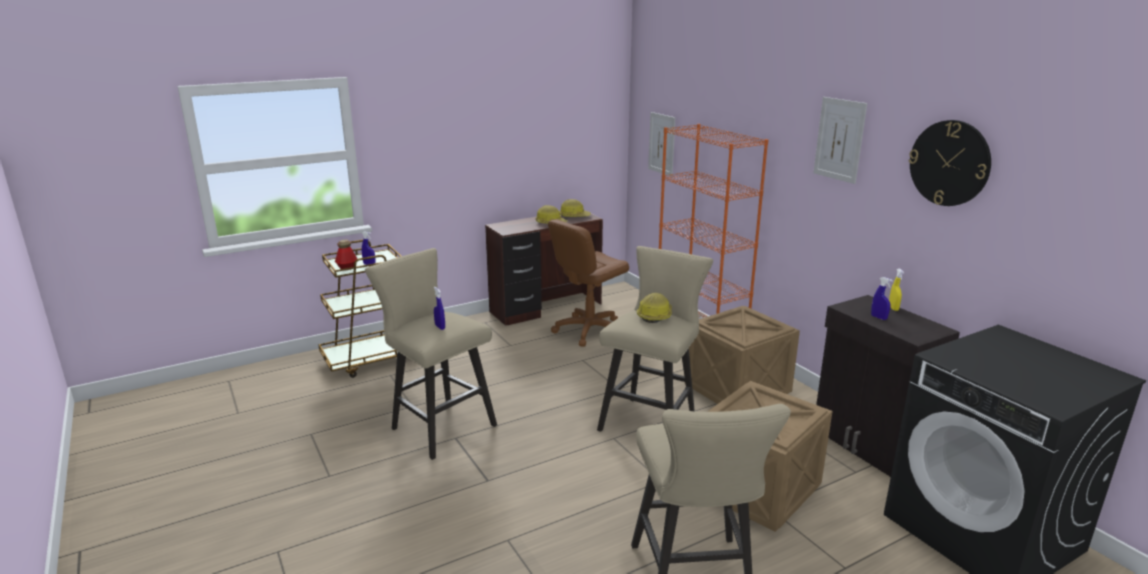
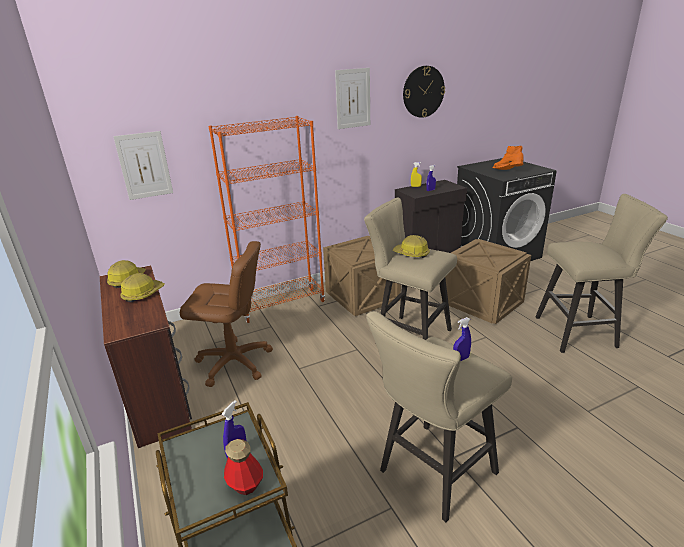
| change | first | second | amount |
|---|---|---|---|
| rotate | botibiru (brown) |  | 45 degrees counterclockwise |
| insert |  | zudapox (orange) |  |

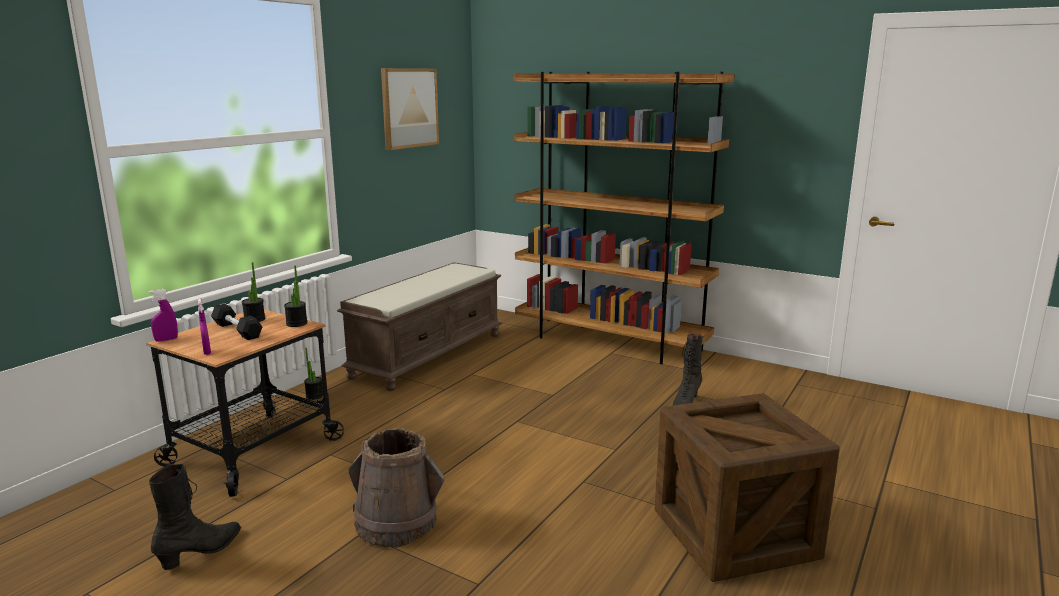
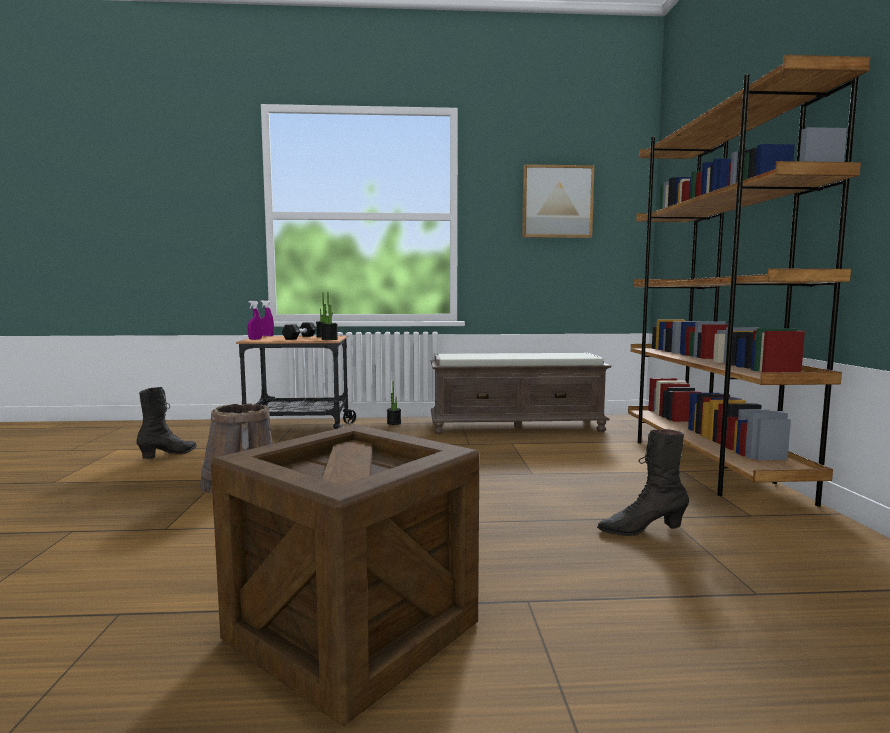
| change | first | second | amount |
|---|---|---|---|
| rotate | zudapox (black) (1st from left) |  | 60 degrees counterclockwise |

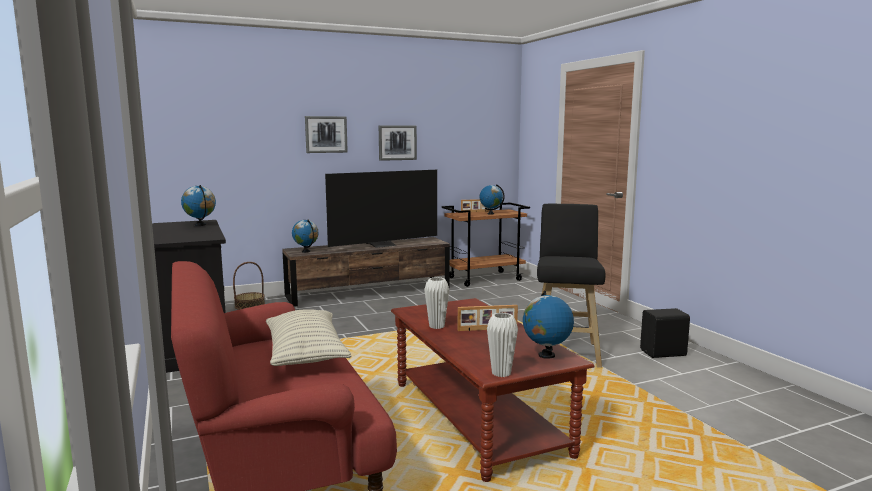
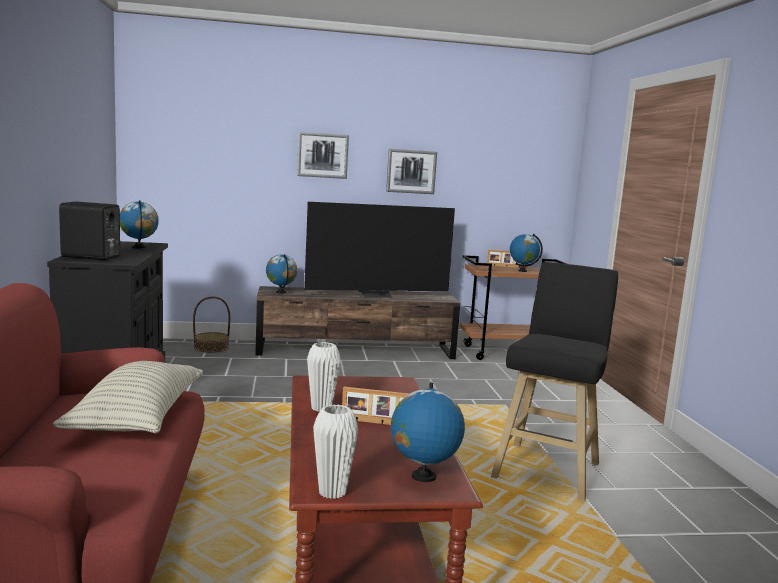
| change | first | second | amount |
|---|---|---|---|
| move | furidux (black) |  |  |

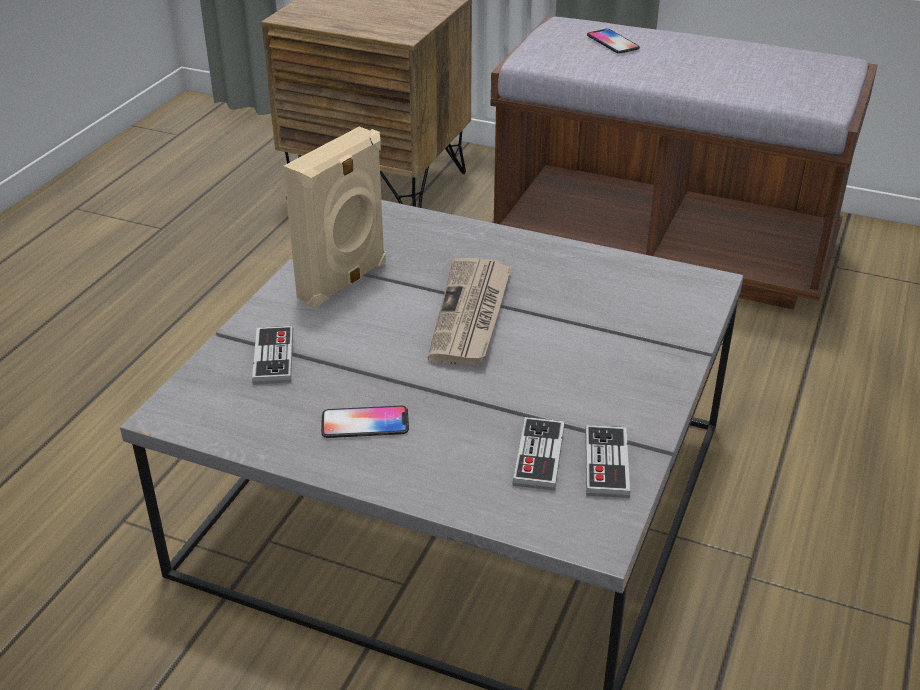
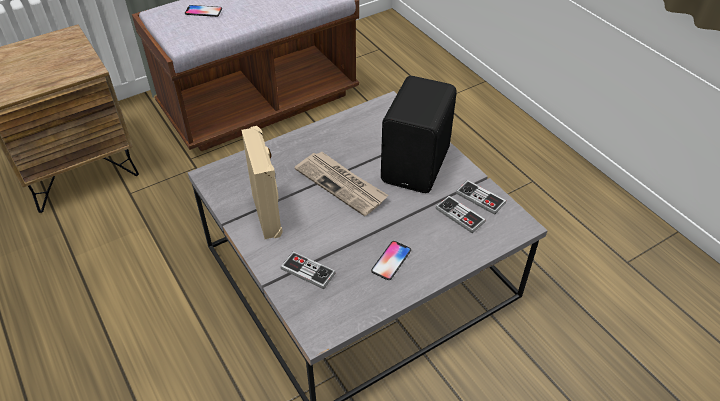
| change | first | second | amount |
|---|---|---|---|
| insert |  | furidux (black) |  |

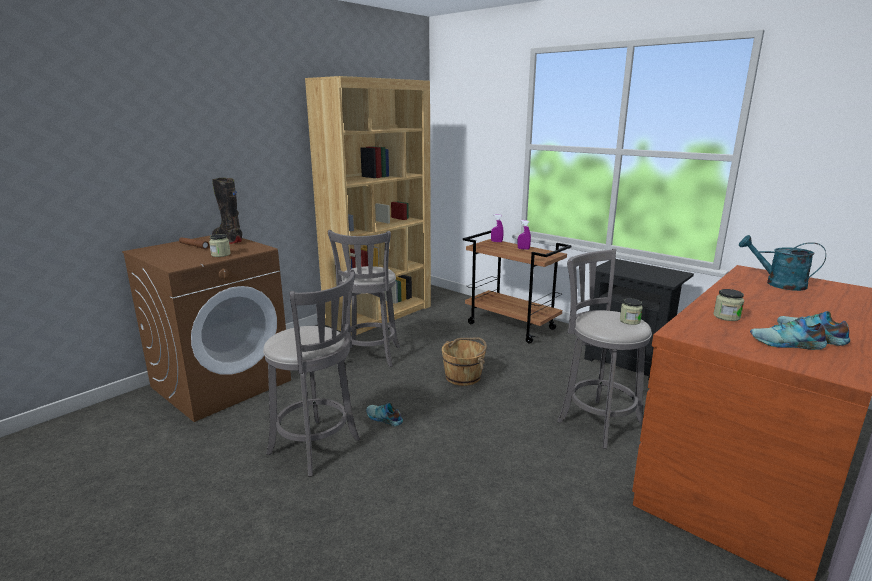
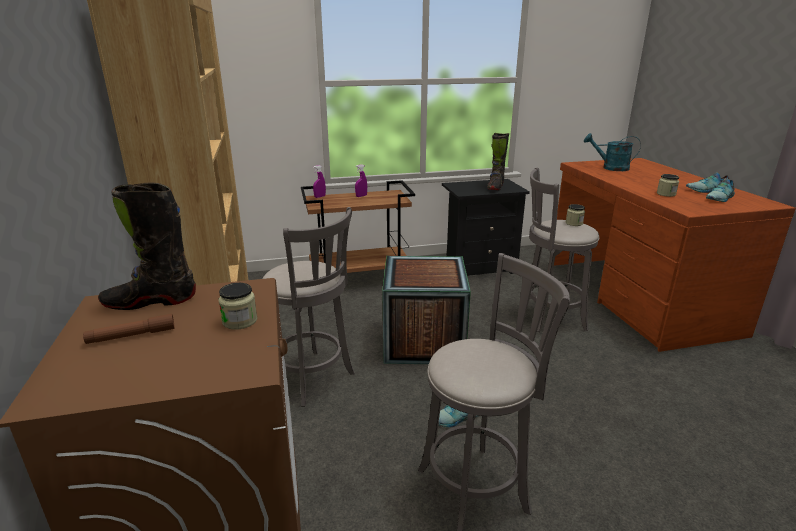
| change | first | second | amount |
|---|---|---|---|
| replace | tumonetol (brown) | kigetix |  |
| rotate | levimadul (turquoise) |  | 45 degrees clockwise |
| insert |  | zudapox (black) (2nd from left) |  |

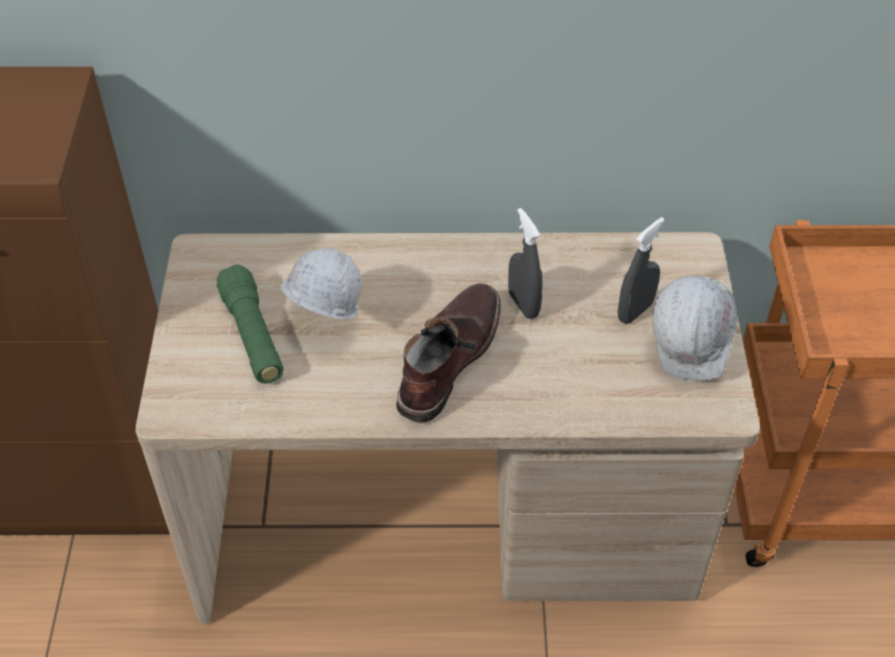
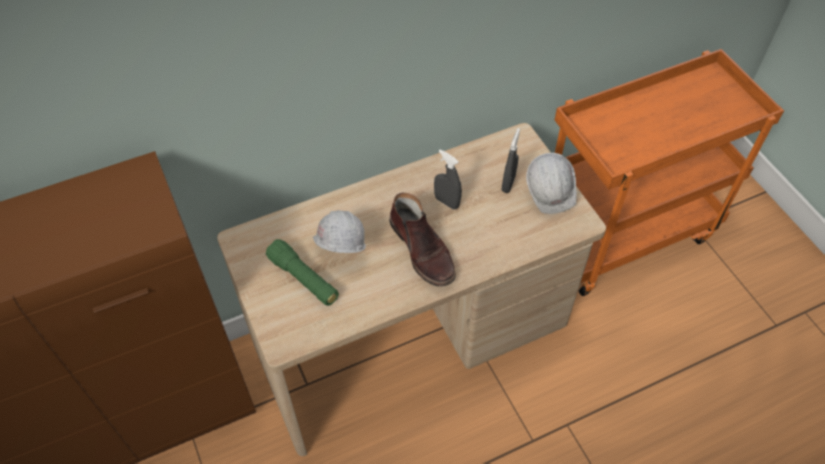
| change | first | second | amount |
|---|---|---|---|
| rotate | zudapox (brown) |  | 150 degrees clockwise |

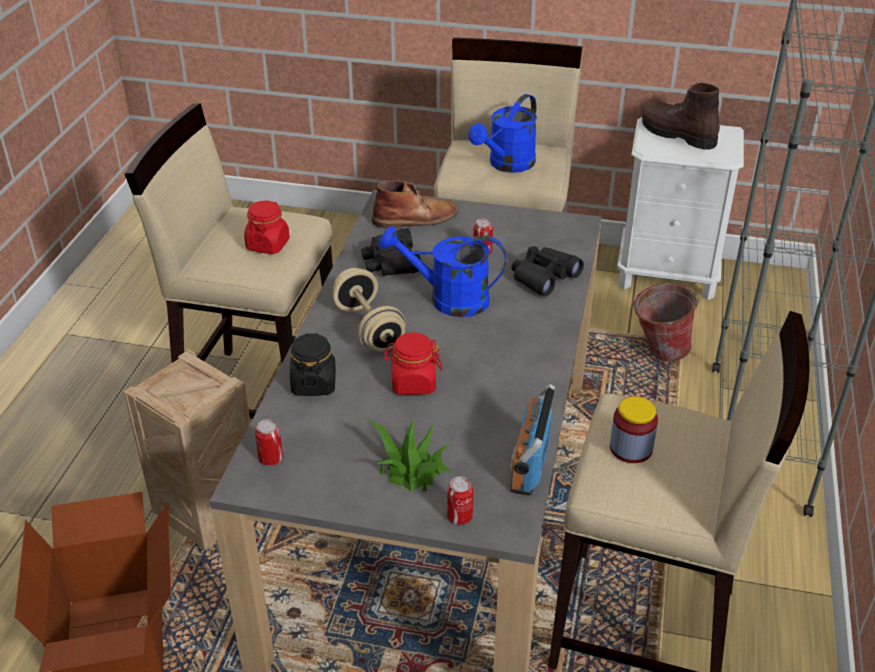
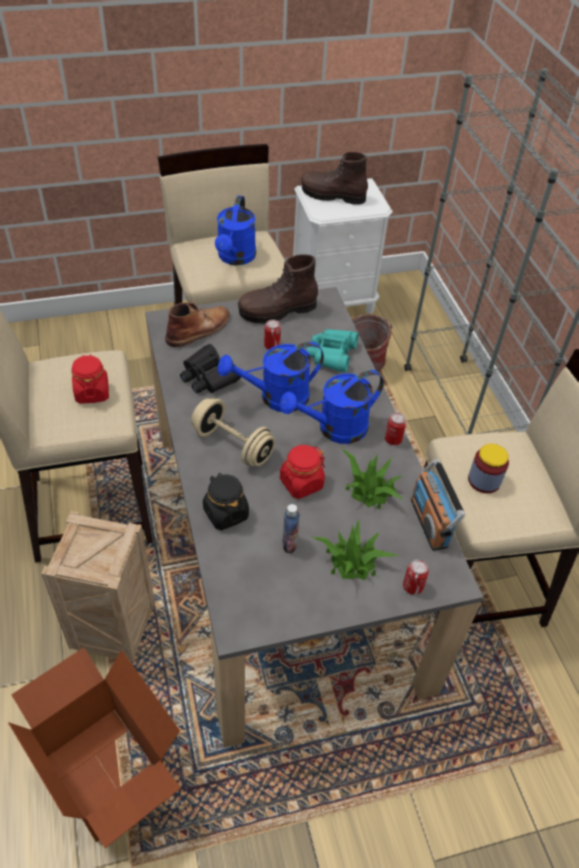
| change | first | second | amount |
|---|---|---|---|
| move | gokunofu (1st from left in the first image) | gokunofu (2nd from left) |  |
| recolor | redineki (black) (2nd from left) | redineki (turquoise) |  |
| insert |  | zudapox (brown) (2nd from left) |  |
| insert |  | levimadul (blue) (3rd from left) |  |
| insert |  | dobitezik |  |
| insert |  | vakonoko (2nd from left) |  |

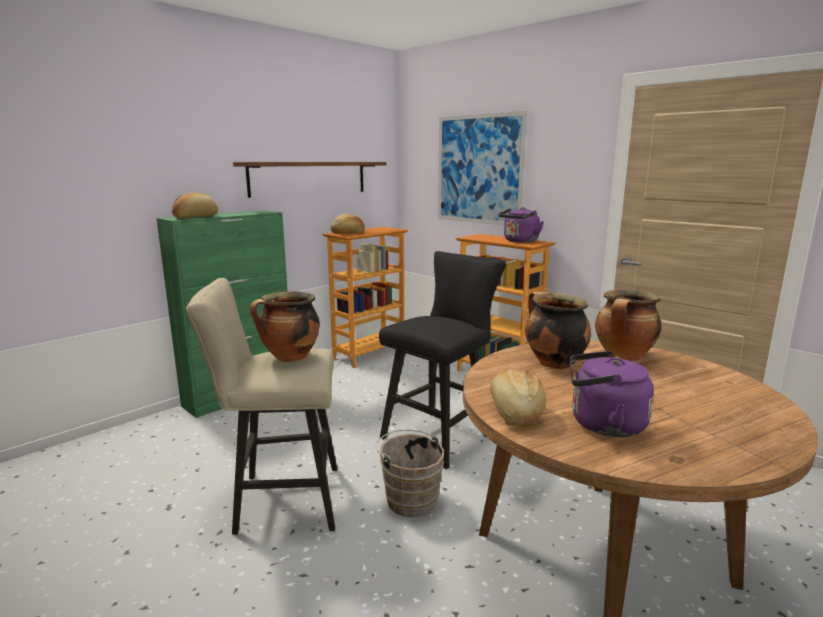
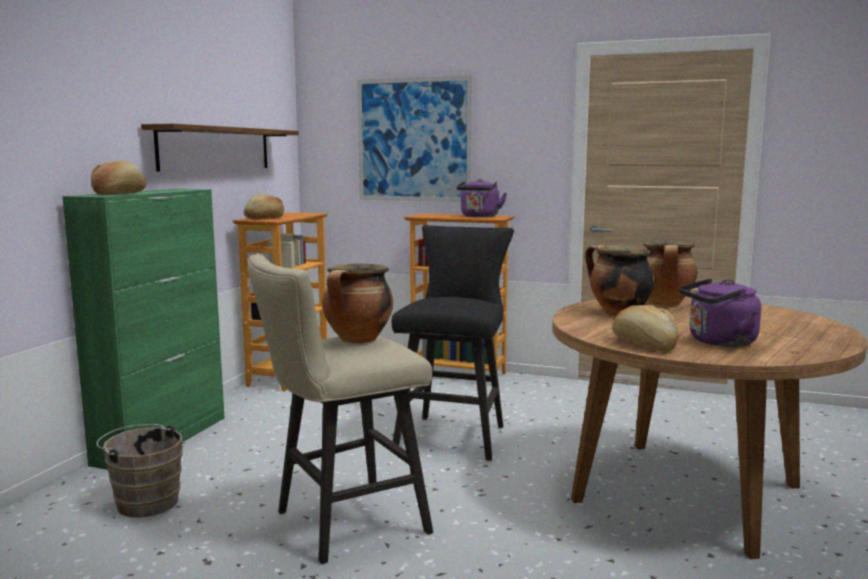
| change | first | second | amount |
|---|---|---|---|
| move | tumonetol (brown) |  |  |

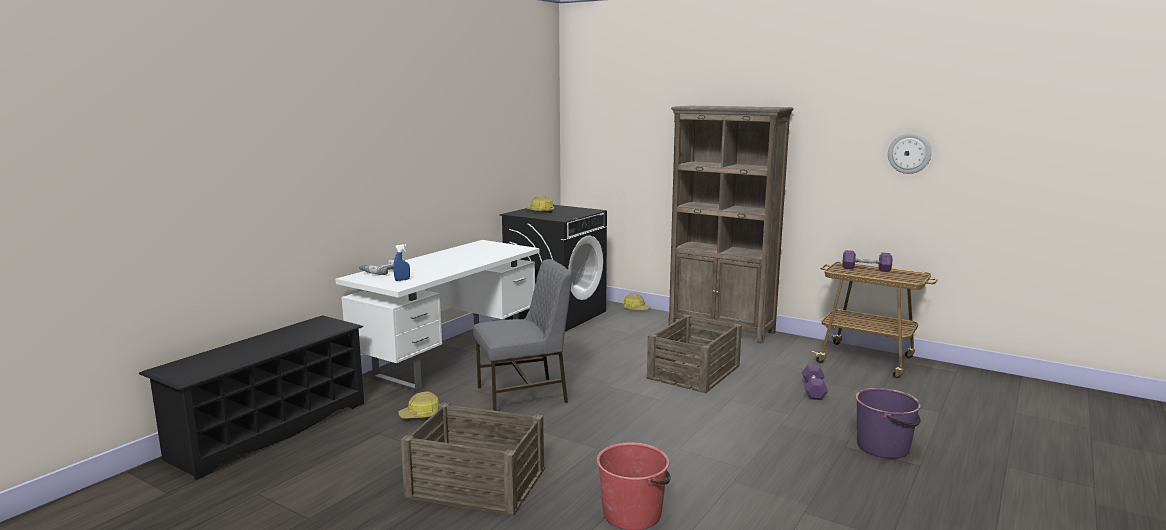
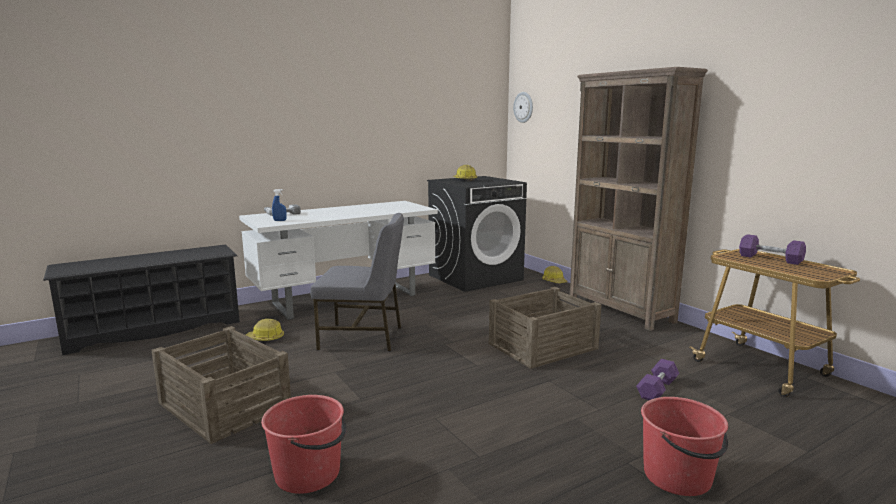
| change | first | second | amount |
|---|---|---|---|
| recolor | tumonetol (purple) | tumonetol (red) (2nd from left) |  |
| move | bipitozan |  |  |

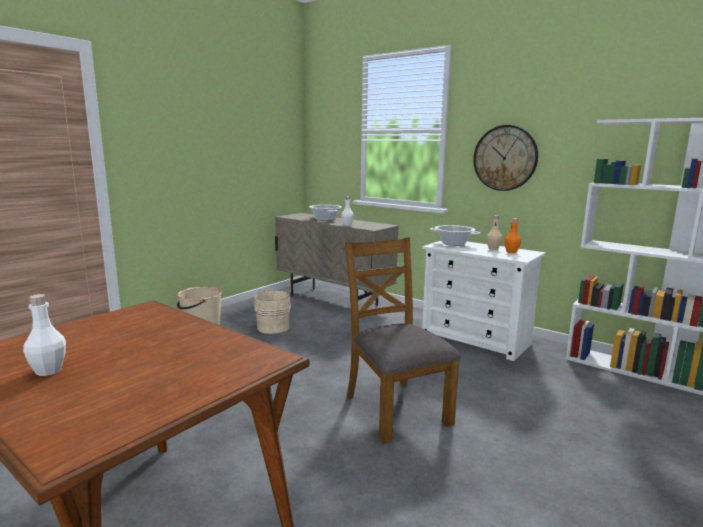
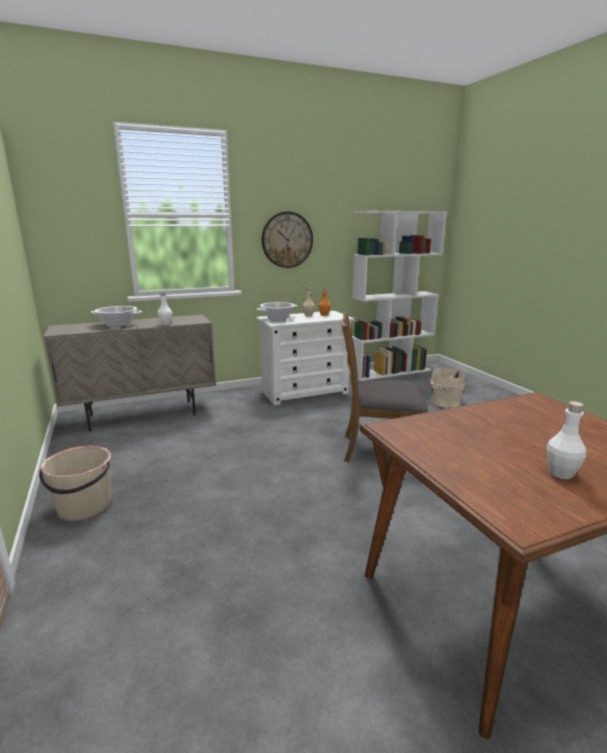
| change | first | second | amount |
|---|---|---|---|
| move | tumonetol (beige) (2nd from left) |  |  |

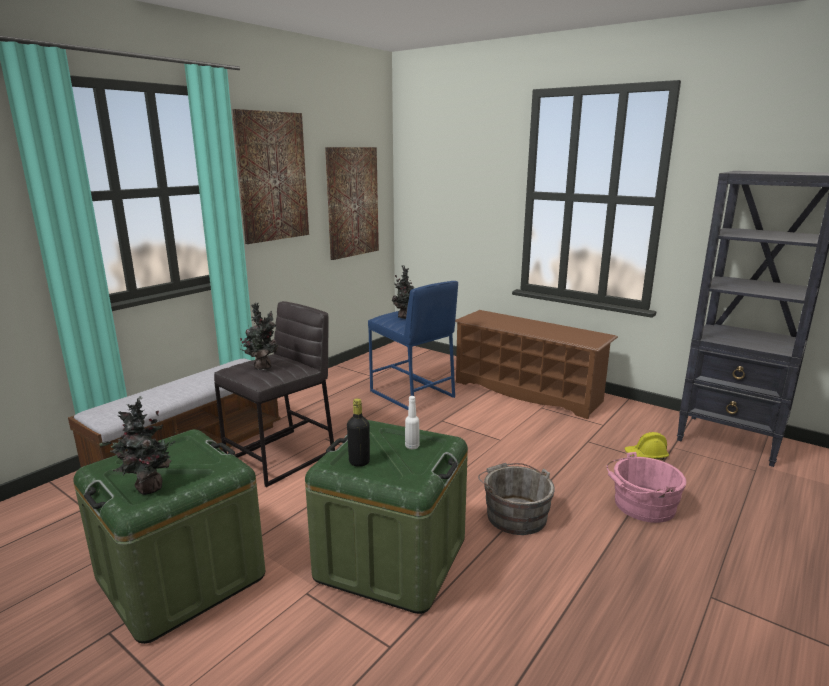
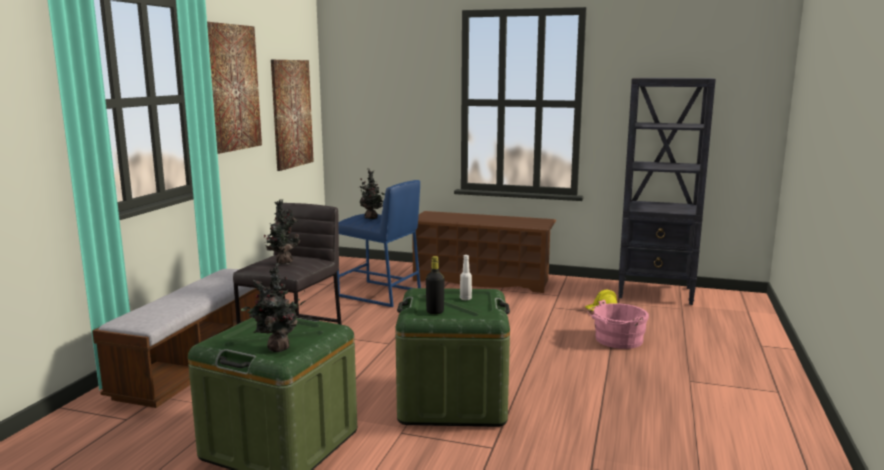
| change | first | second | amount |
|---|---|---|---|
| delete | tumonetol (grey) |  |  |

